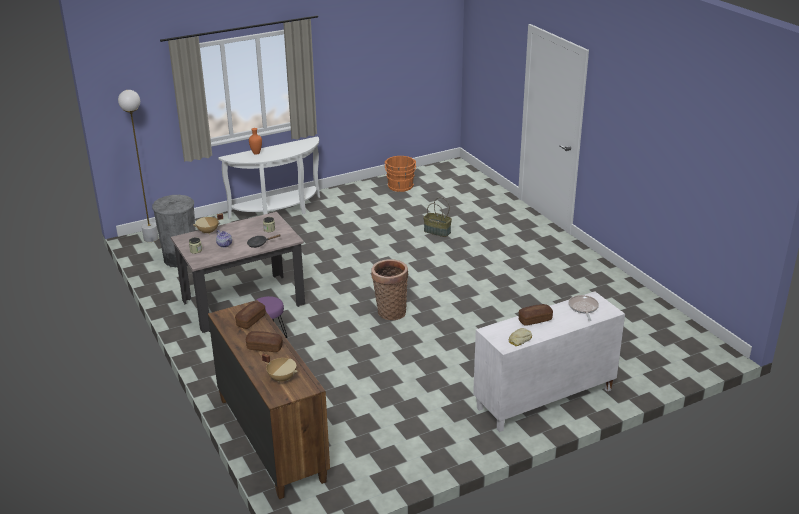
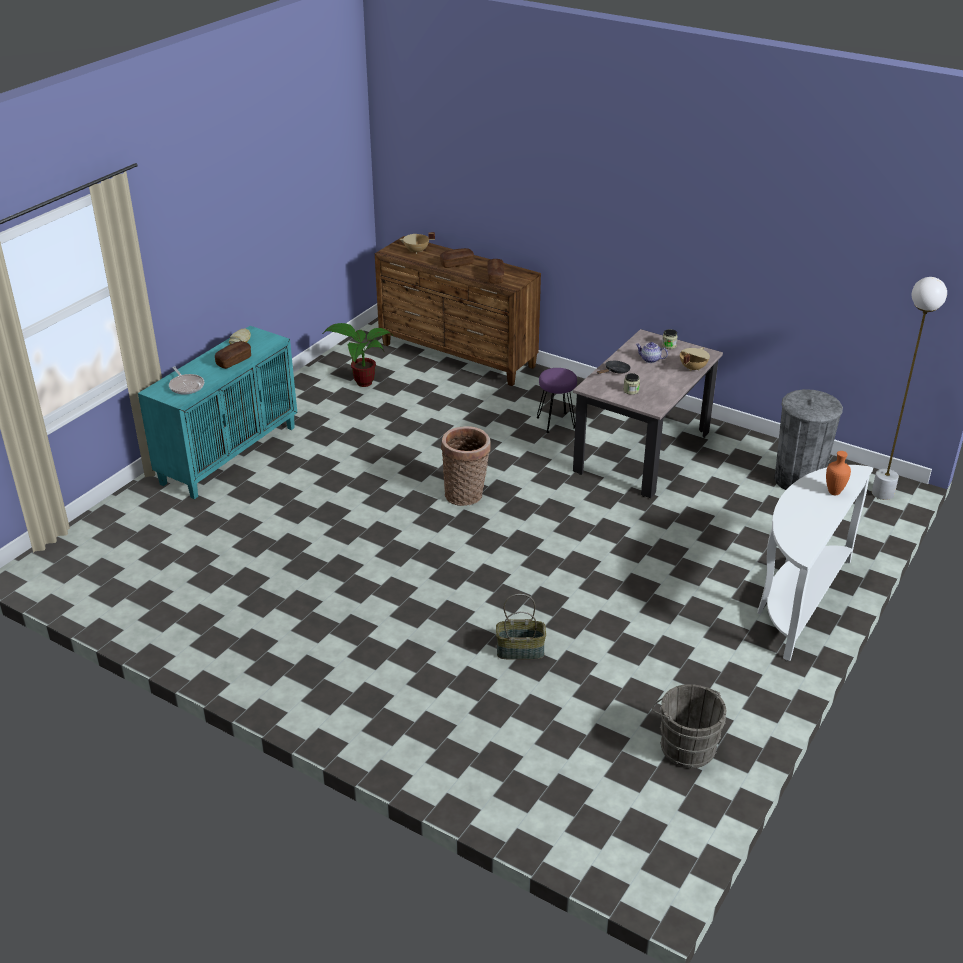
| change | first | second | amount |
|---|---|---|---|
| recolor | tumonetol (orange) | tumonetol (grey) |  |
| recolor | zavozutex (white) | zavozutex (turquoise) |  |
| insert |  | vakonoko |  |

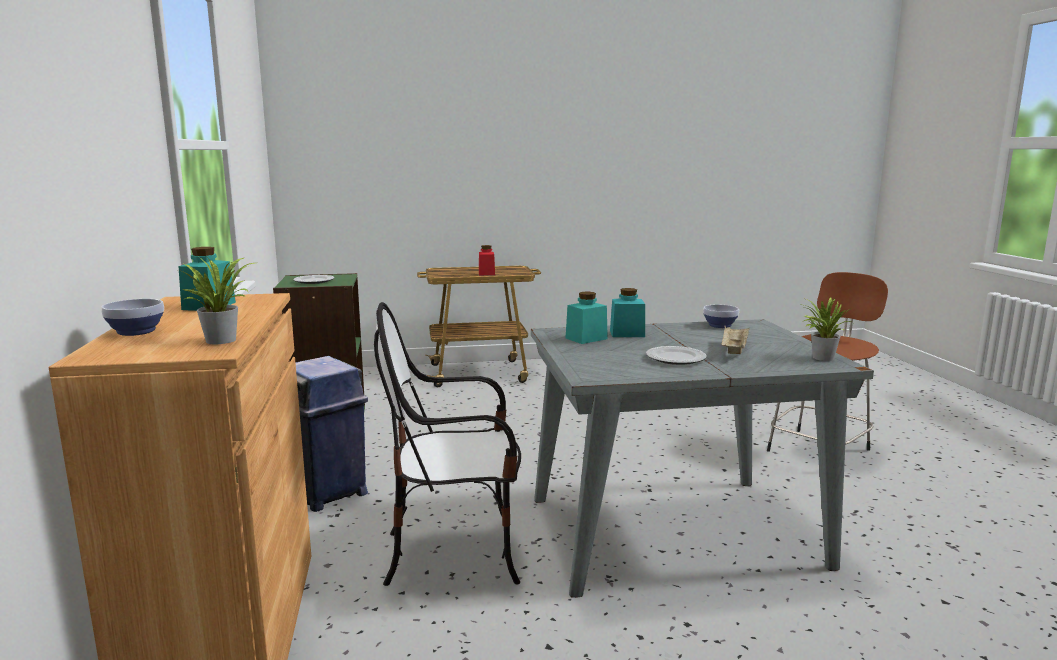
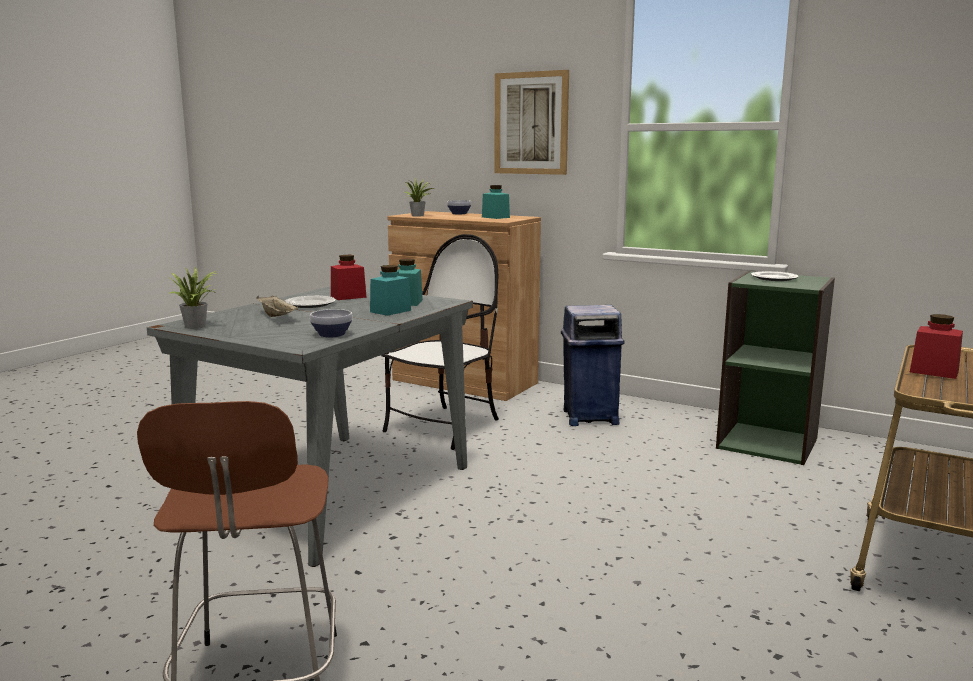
| change | first | second | amount |
|---|---|---|---|
| insert |  | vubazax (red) (1st from left) |  |
| insert |  | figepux |  |

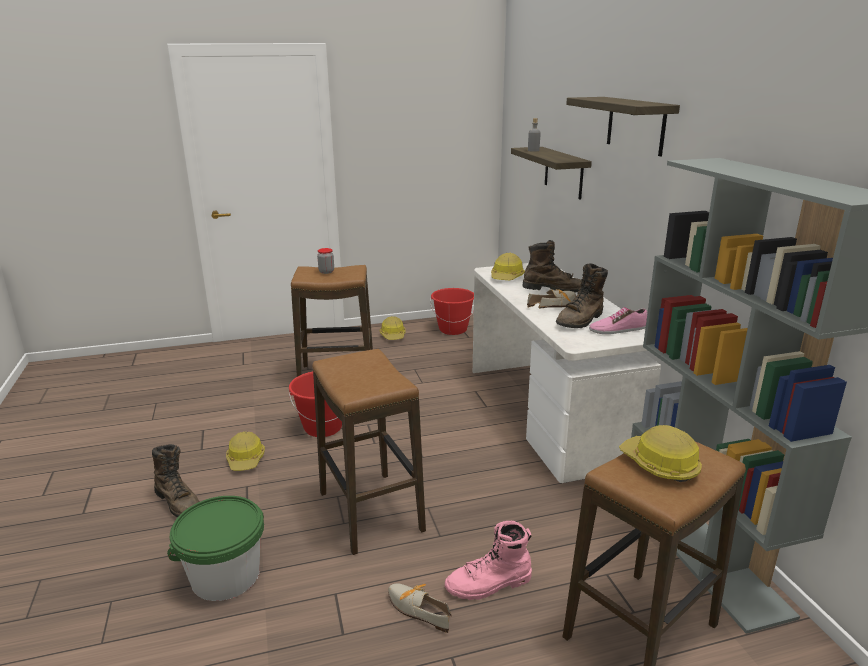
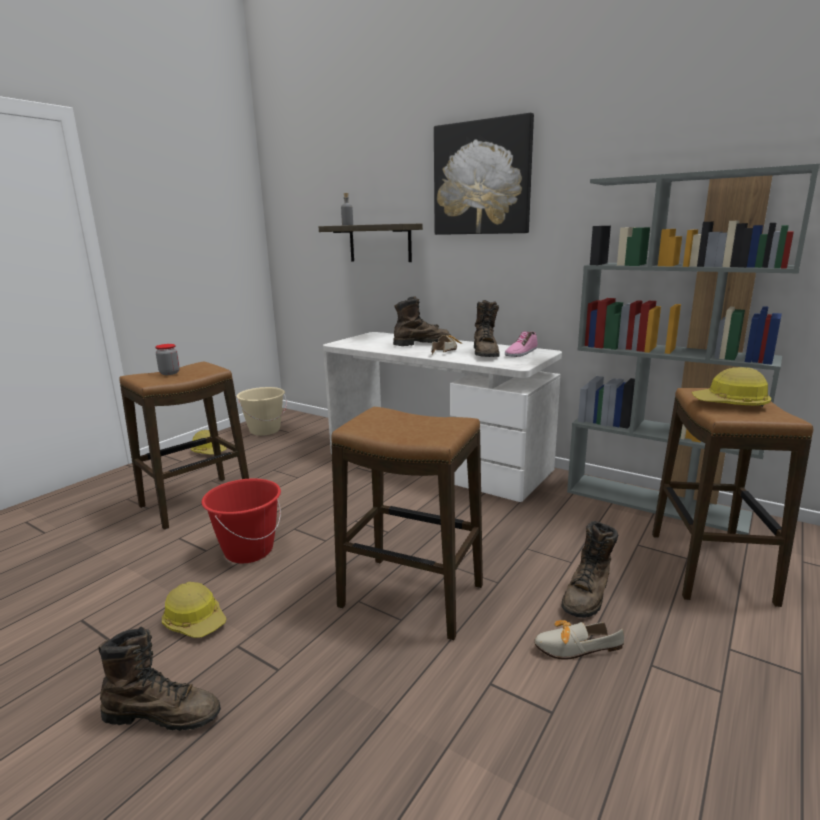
| change | first | second | amount |
|---|---|---|---|
| delete | tumonetol (green) |  |  |
| recolor | tumonetol (red) (2nd from left) | tumonetol (beige) |  |
| recolor | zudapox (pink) | zudapox (brown) (4th from left) |  |
| delete | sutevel (3rd from left) |  |  |
| replace | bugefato (2nd from left) | figepux |  |

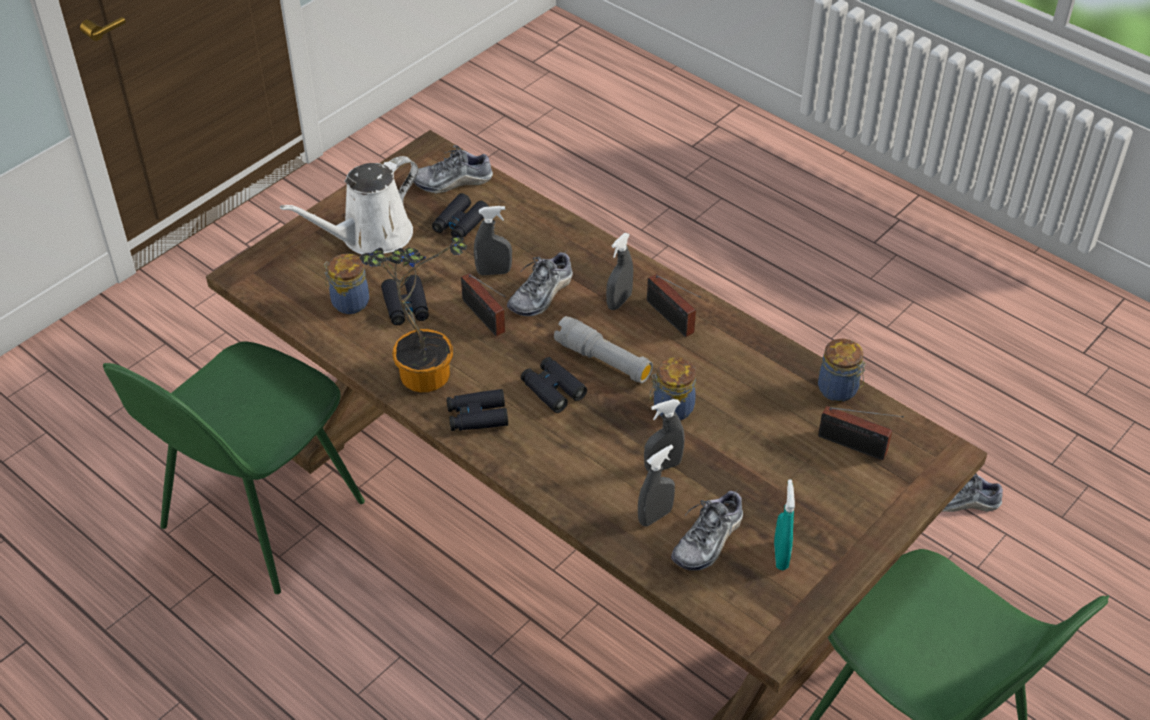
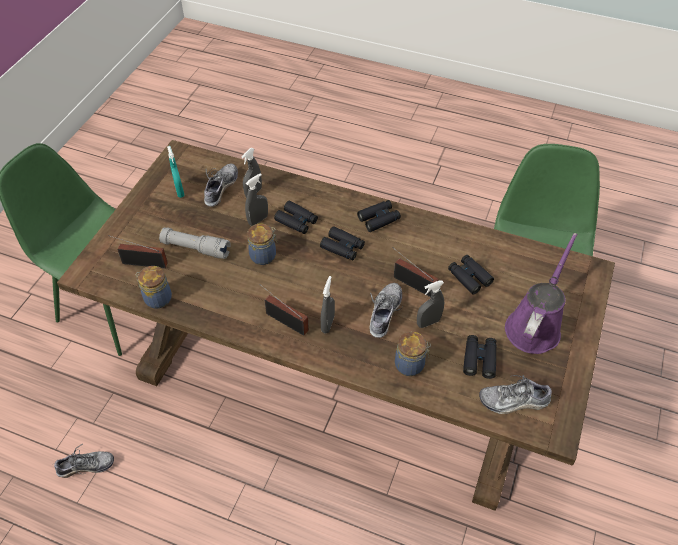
| change | first | second | amount |
|---|---|---|---|
| recolor | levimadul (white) | levimadul (purple) |  |
| move | vubazax (1st from left in the first image) | vubazax (3rd from left) |  |
| delete | vakonoko |  |  |
| rotate | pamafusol (1st from left in the first image) | pamafusol (4th from left) | 150 degrees counterclockwise |
| move | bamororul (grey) |  |  |
| insert |  | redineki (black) (1st from left) |  |

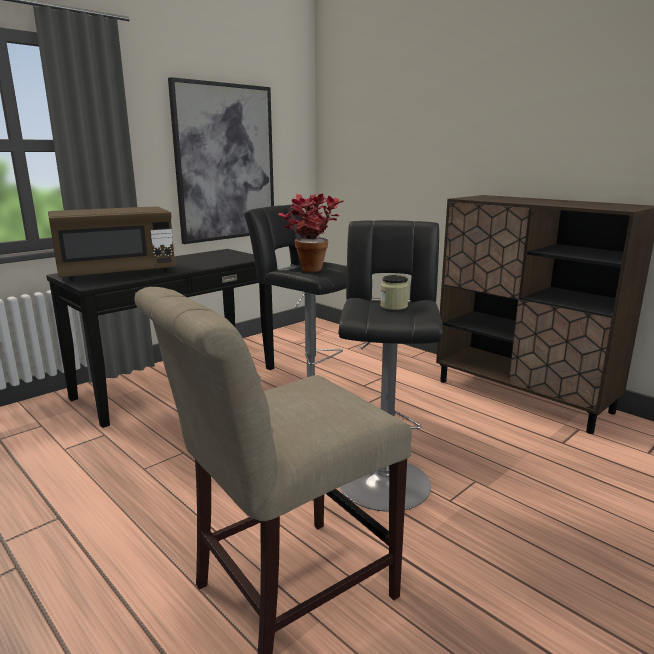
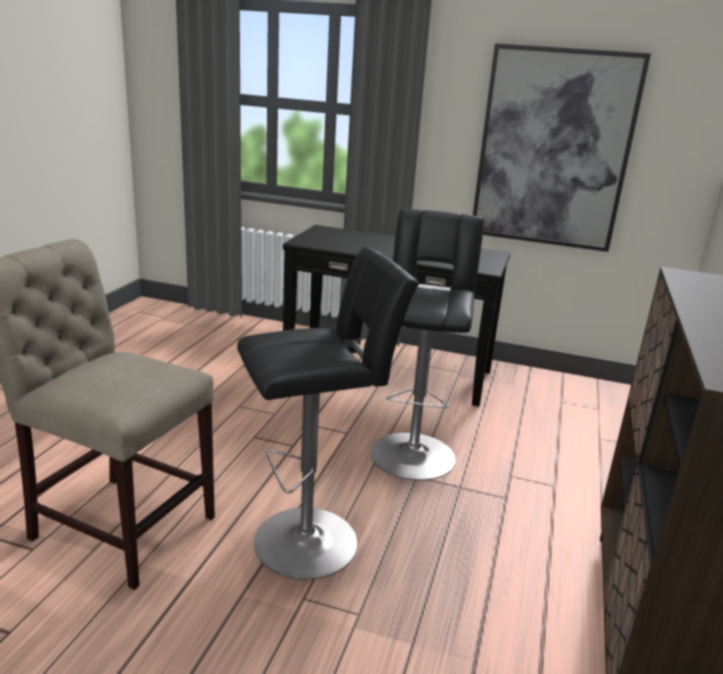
| change | first | second | amount |
|---|---|---|---|
| delete | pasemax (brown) |  |  |
| delete | vakonoko |  |  |
| delete | vubazax |  |  |

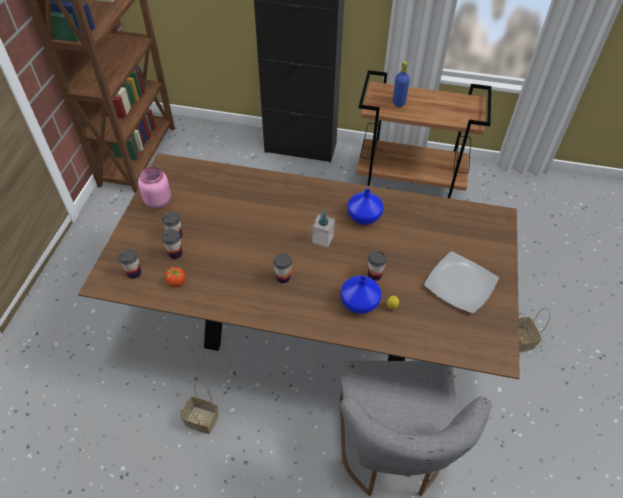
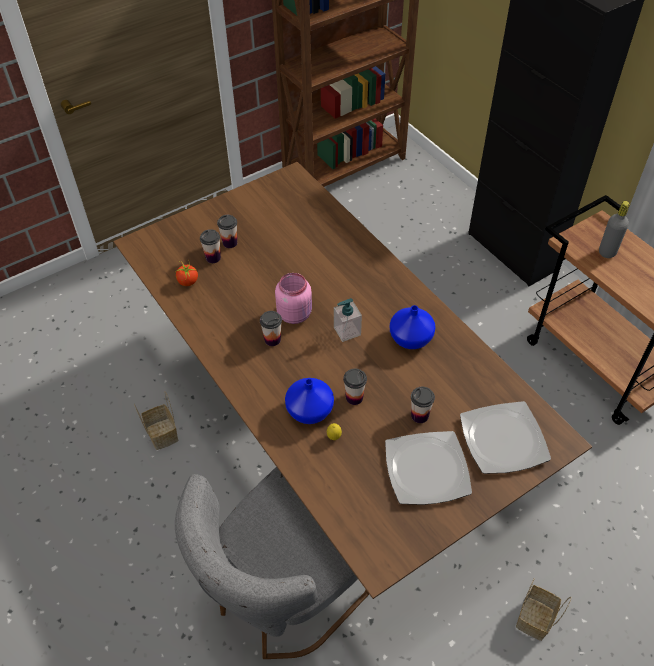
| change | first | second | amount |
|---|---|---|---|
| move | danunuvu (1st from left in the first image) | danunuvu (5th from left) |  |
| move | vubazax (pink) |  |  |
| recolor | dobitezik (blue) | dobitezik (grey) |  |
| insert |  | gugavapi (2nd from left) |  |

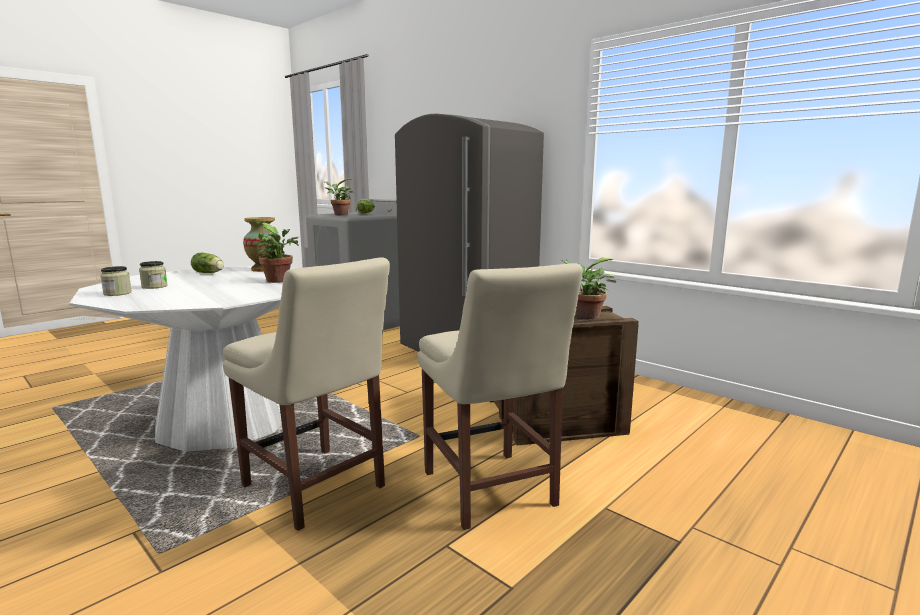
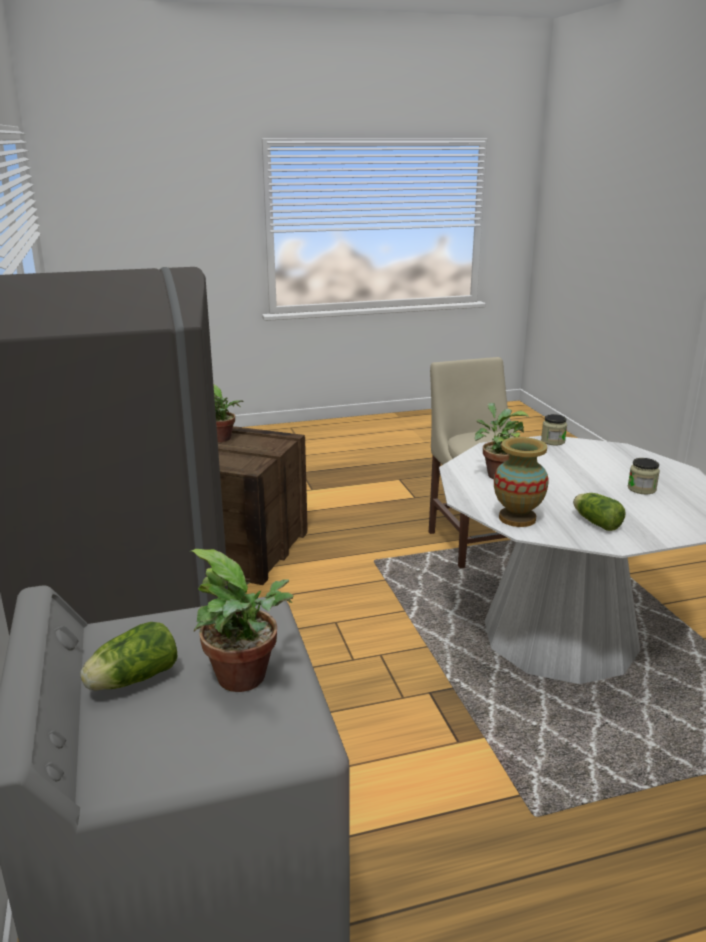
| change | first | second | amount |
|---|---|---|---|
| move | vubazax (1st from left) |  |  |
| delete | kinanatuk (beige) (2nd from left) |  |  |

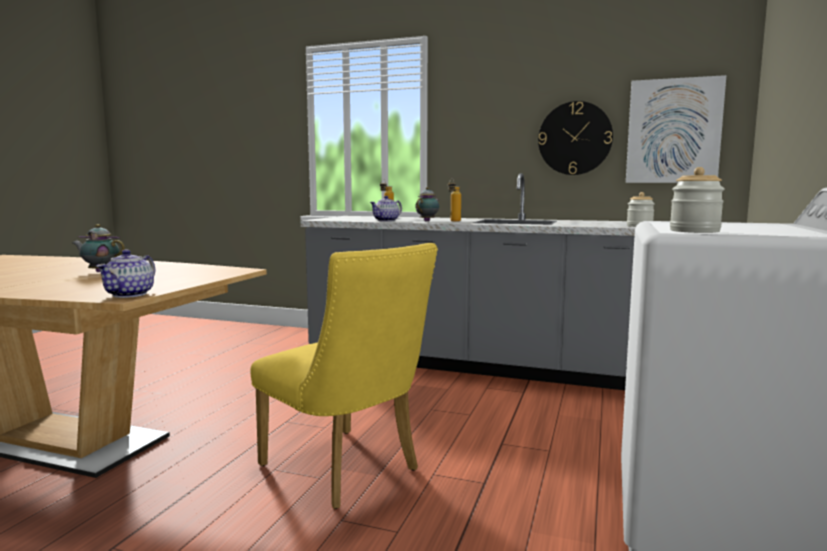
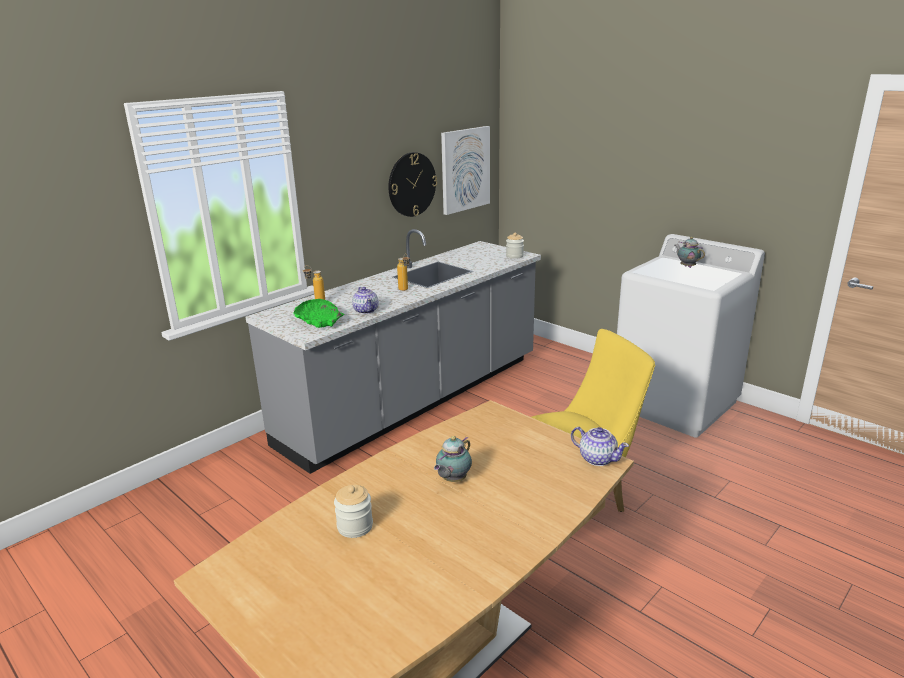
| change | first | second | amount |
|---|---|---|---|
| move | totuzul (4th from left) |  |  |
| move | vubazax (2nd from left in the first image) | vubazax (1st from left) |  |
| insert |  | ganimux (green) |  |

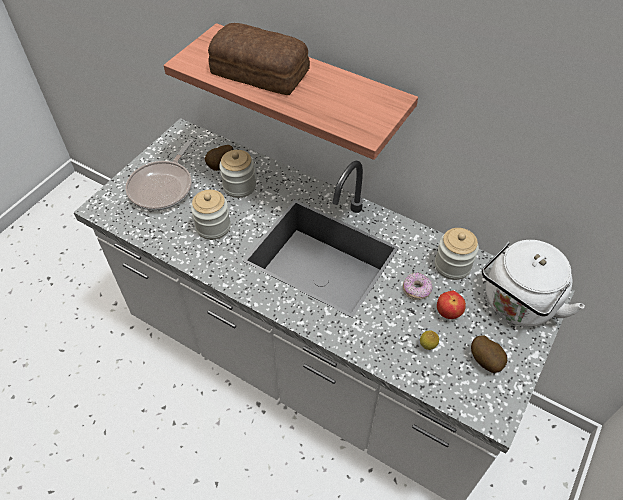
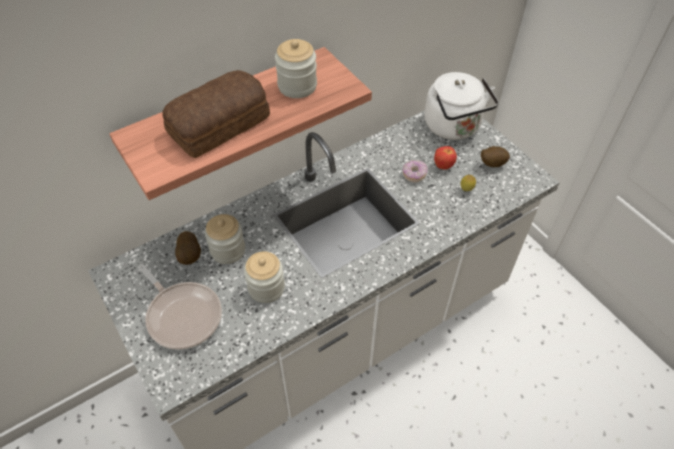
| change | first | second | amount |
|---|---|---|---|
| move | vubazax (3rd from left) |  |  |

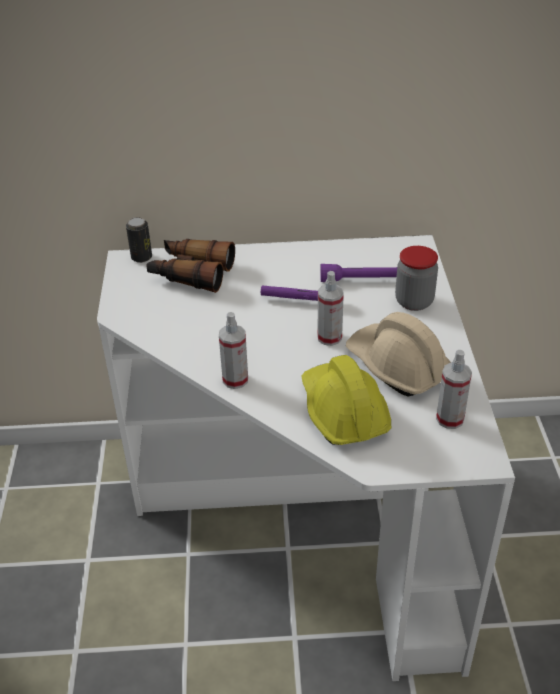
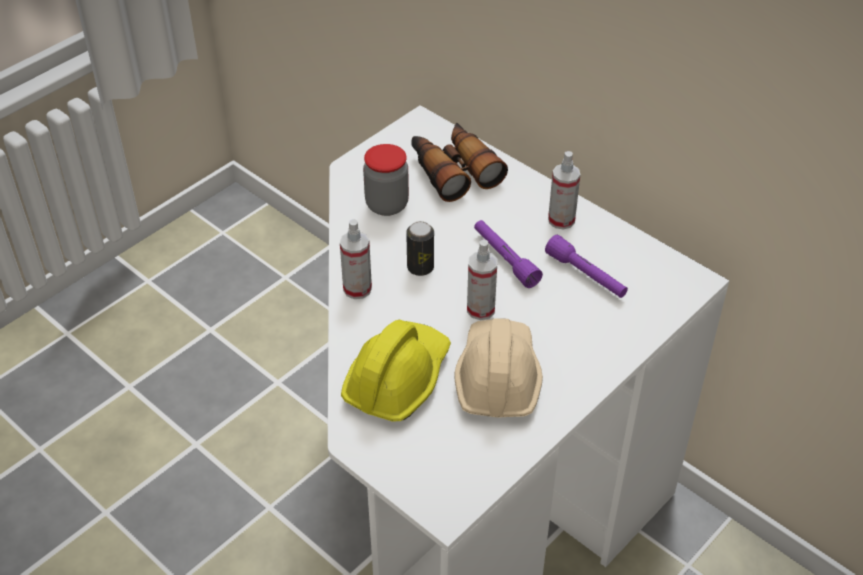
| change | first | second | amount |
|---|---|---|---|
| move | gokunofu |  |  |
| move | vubazax |  |  |
| move | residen (3rd from left) |  |  |

